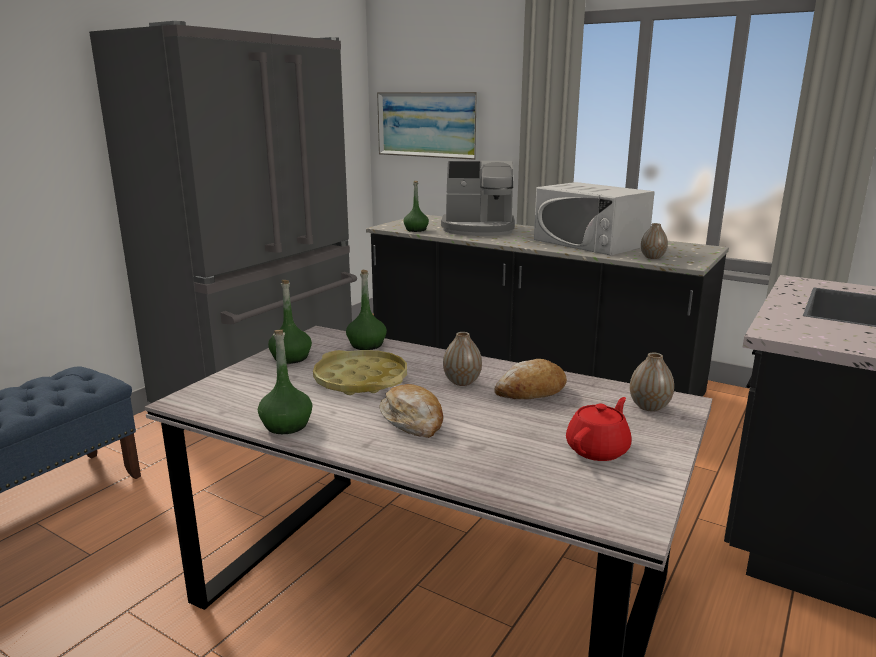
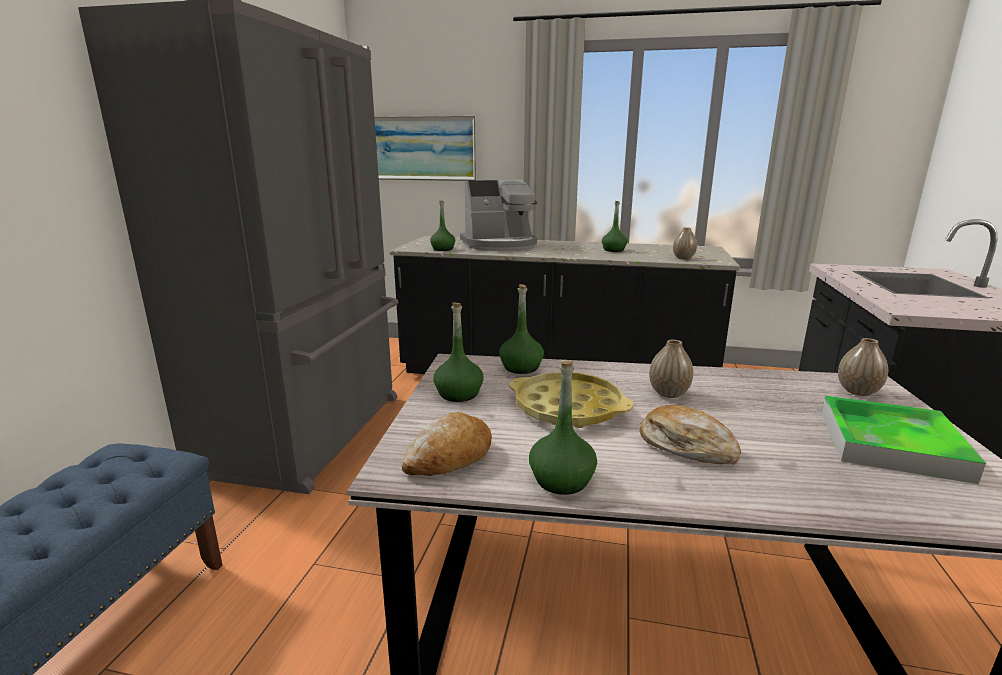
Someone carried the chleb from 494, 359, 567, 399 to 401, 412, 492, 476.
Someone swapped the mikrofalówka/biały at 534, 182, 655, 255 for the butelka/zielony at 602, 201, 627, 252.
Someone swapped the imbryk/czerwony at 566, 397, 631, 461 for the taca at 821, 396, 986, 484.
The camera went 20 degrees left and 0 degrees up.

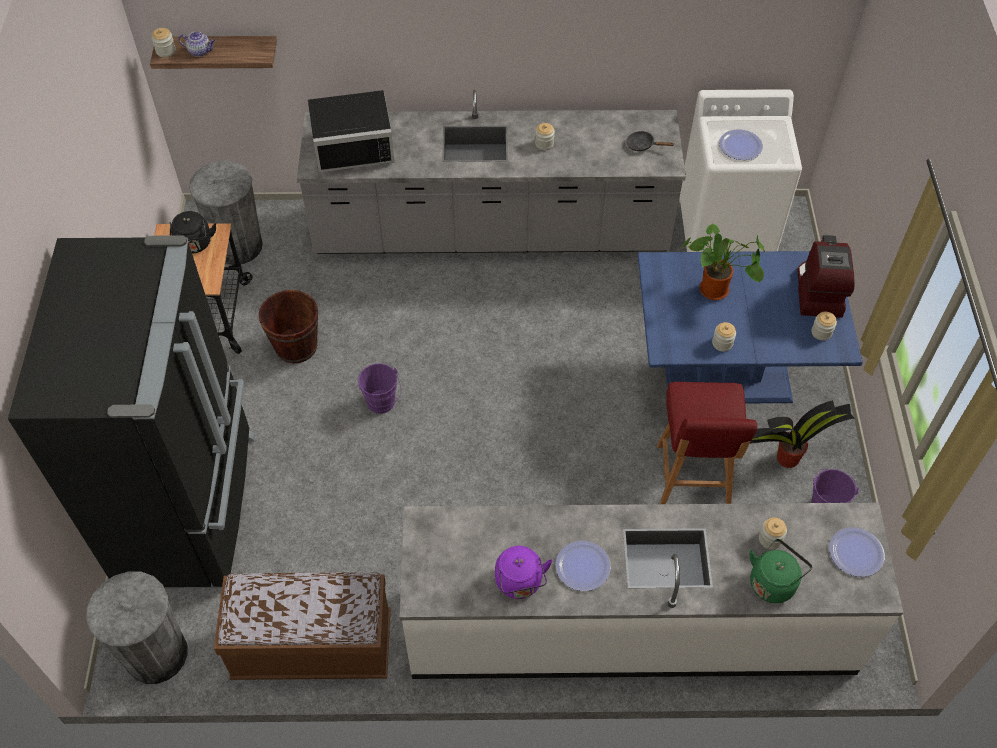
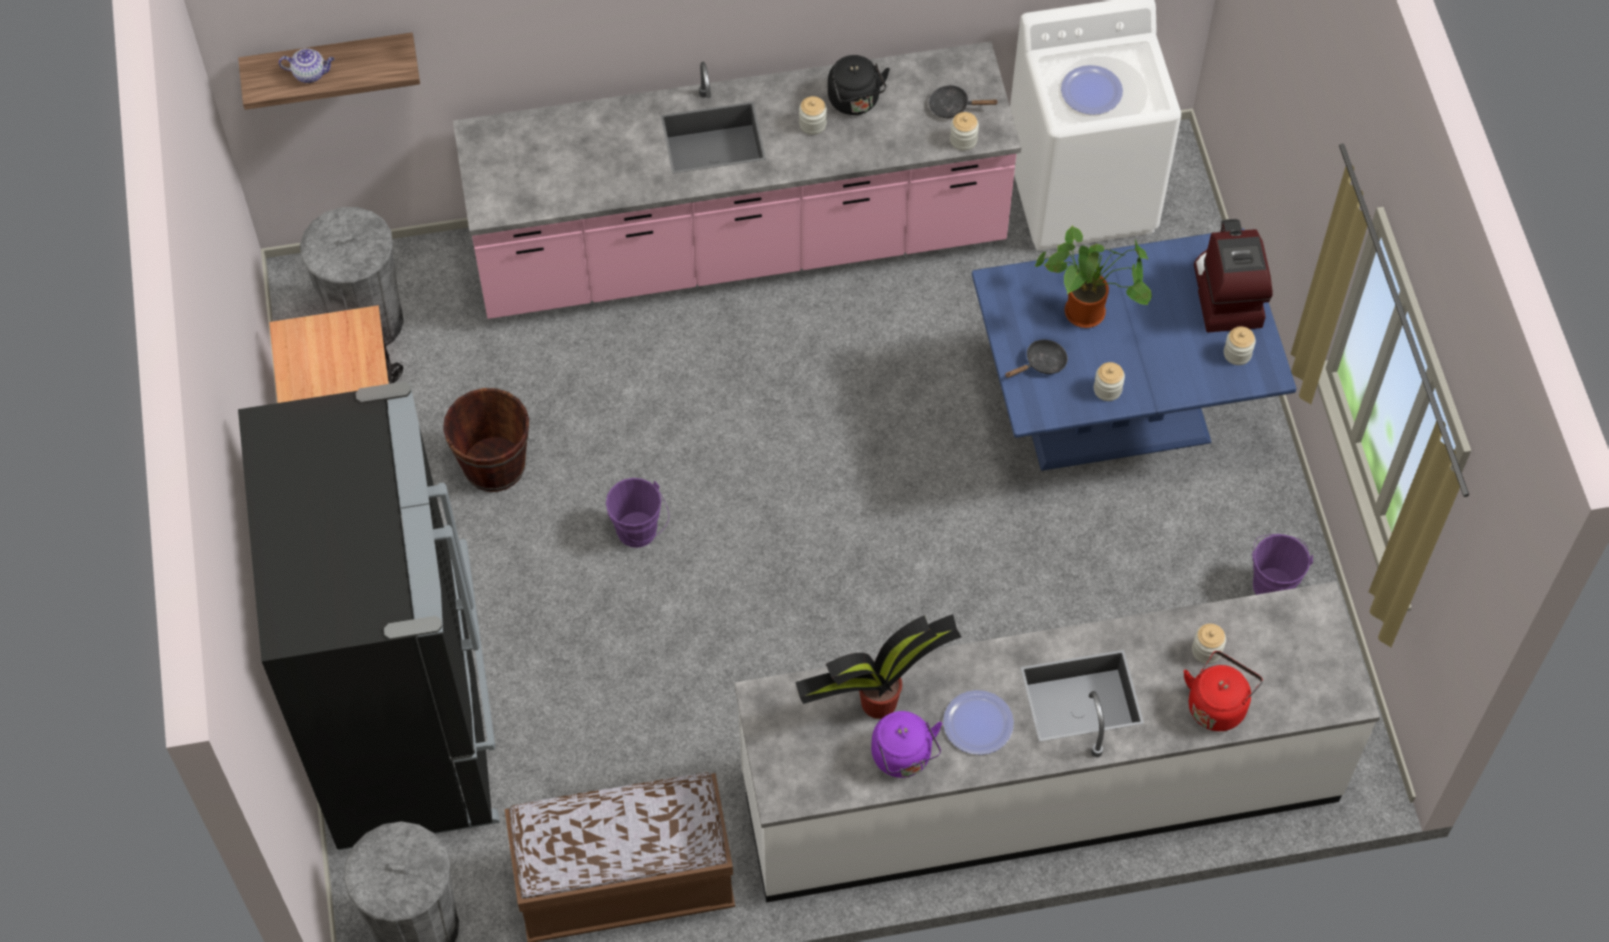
Someone repainted the zabudowa kuchenna/szary at 297, 90, 686, 254, which became the zabudowa kuchenna/różowy at 453, 41, 1021, 319.
Someone carried the roślina doniczkowa from 750, 400, 855, 468 to 795, 614, 961, 719.
Someone carried the czajnik/czarny from 170, 211, 216, 254 to 828, 55, 890, 115.
Someone carried the słoik from 152, 28, 176, 57 to 950, 112, 979, 151.
Someone put down the patelnia/czarny at 1005, 340, 1068, 378.
Someone repainted the czajnik/zielony at 749, 539, 812, 603, which became the czajnik/czerwony at 1183, 651, 1263, 731.
Someone took away the mikrofalówka/czarny at 308, 90, 395, 173.
Someone took away the krzesło/czerwony at 657, 382, 757, 504.
Someone took away the talerz at 829, 527, 885, 577.
The camera went 10 degrees left and 5 degrees up.

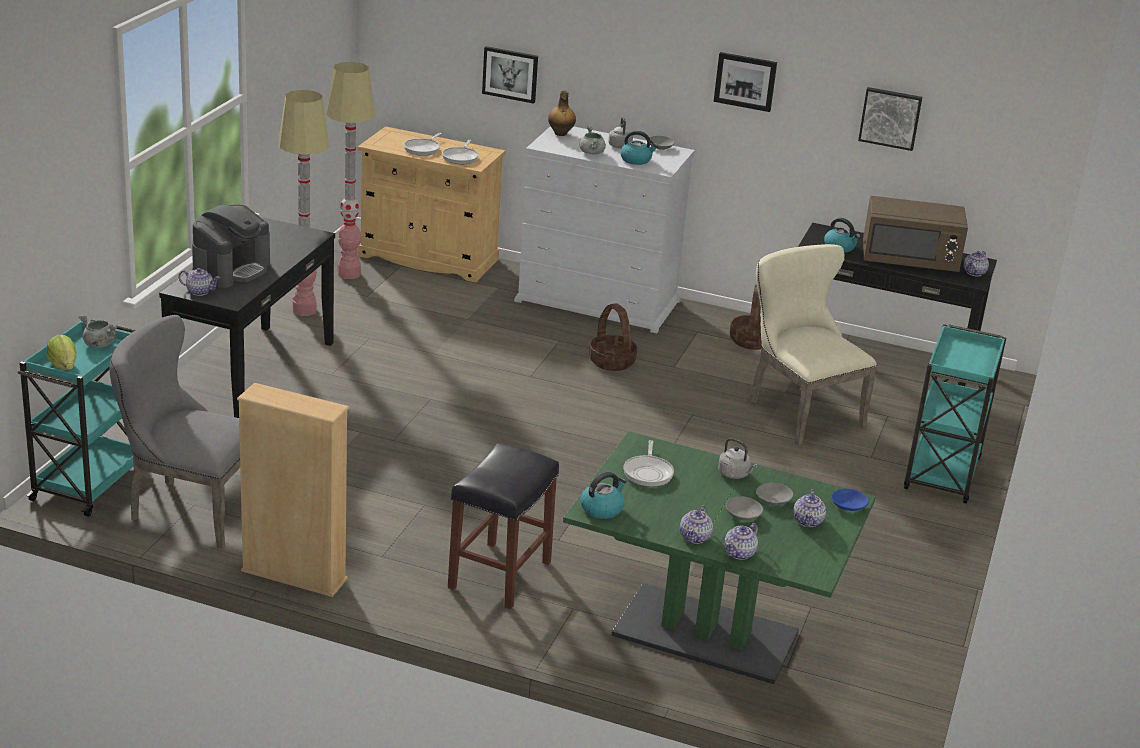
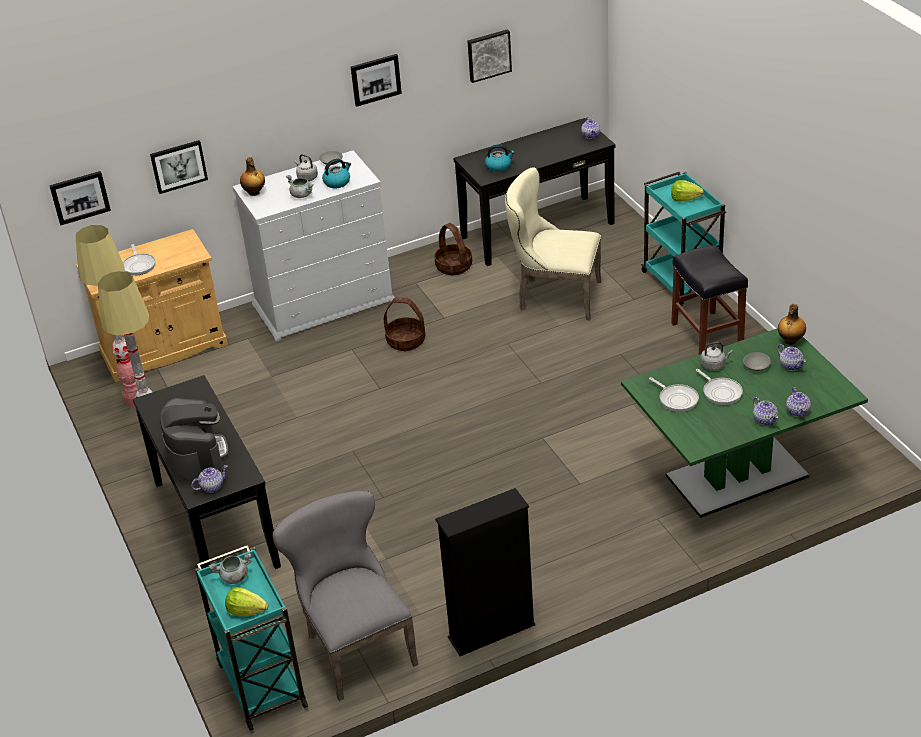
Someone put up the obraz at 49, 171, 111, 225.
Someone rotated the krzesło/szary at 109, 315, 240, 548 by 90 degrees clockwise.
Someone repainted the regał/beżowy at 237, 383, 350, 597, which became the regał/czarny at 435, 488, 535, 656.
Someone put down the sałata at 671, 180, 704, 201.
Someone carried the stołek/czarny from 448, 443, 559, 609 to 671, 245, 748, 355.
Someone carried the patelnia from 442, 140, 479, 164 to 696, 369, 743, 405.
Someone swapped the miska/niebieski at 831, 489, 869, 511 for the butelka at 778, 304, 806, 345.
Someone took away the czajnik at 580, 472, 626, 519.
Someone took away the miska/szary at 726, 496, 763, 521.
Someone took away the mikrofalówka/brązowy at 863, 196, 968, 272.
The camera went 40 degrees left and 10 degrees up.

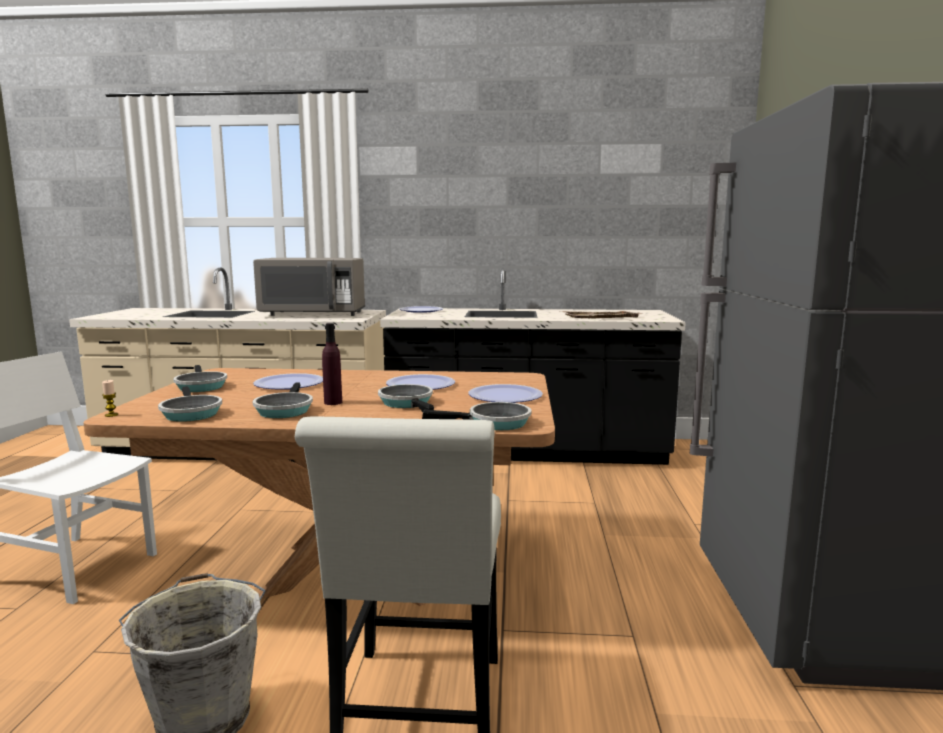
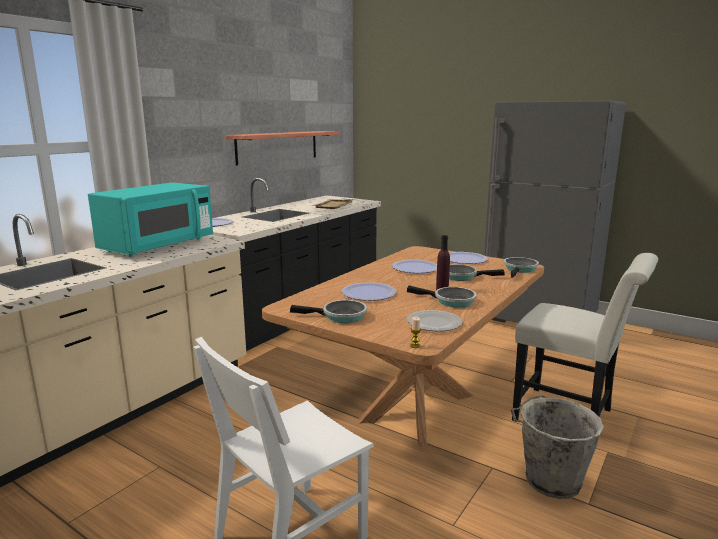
Someone repainted the mikrofalówka/szary at 253, 258, 365, 316, which became the mikrofalówka/turkusowy at 88, 183, 213, 257.
Someone put up the półka at 225, 131, 339, 166.
Someone swapped the patelnia at 158, 386, 222, 422 for the talerz at 407, 310, 462, 331.
The camera went 60 degrees left and 5 degrees up.

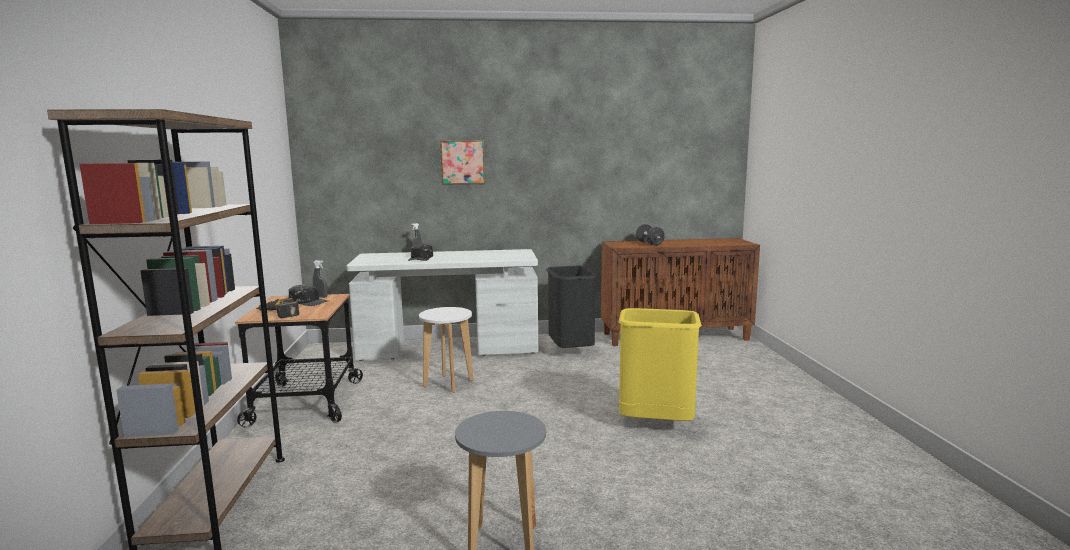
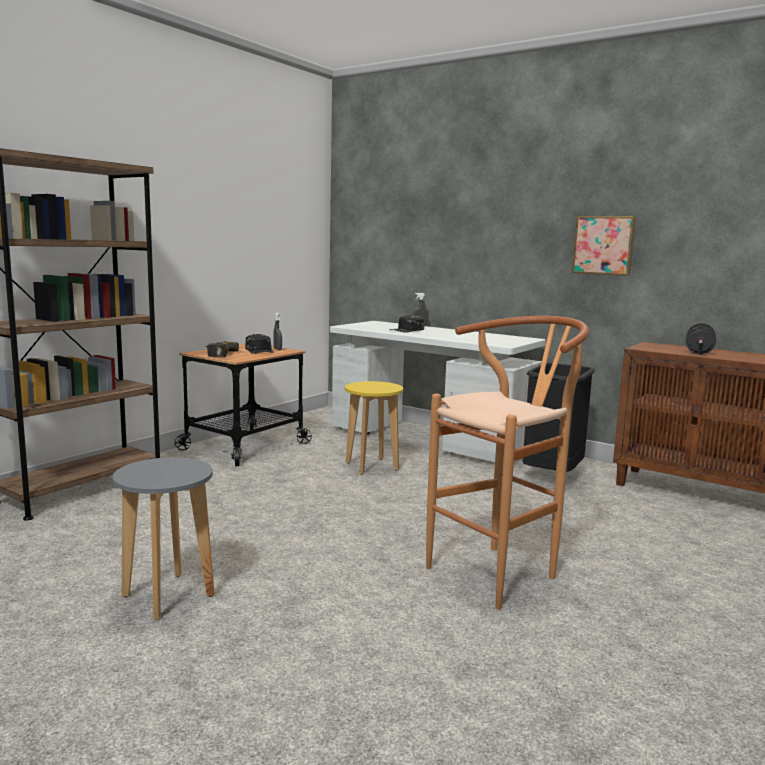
Someone repainted the stołek/biały at 419, 307, 473, 393, which became the stołek/żółty at 345, 381, 403, 475.
Someone swapped the kosz na śmieci/żółty at 618, 308, 702, 421 for the stołek/brązowy at 426, 316, 589, 610.
Someone carried the obraz from 440, 140, 485, 185 to 572, 216, 636, 276.
The camera went 40 degrees right and 0 degrees up.

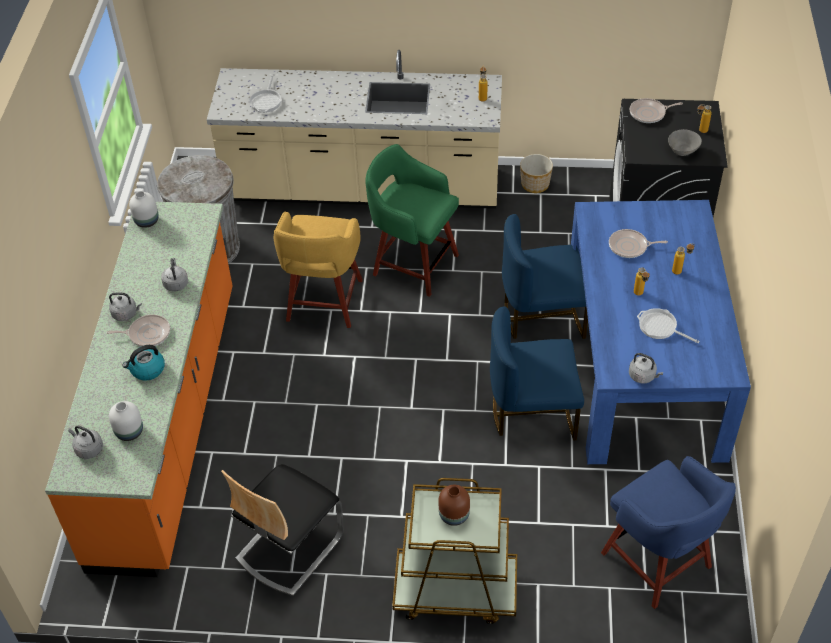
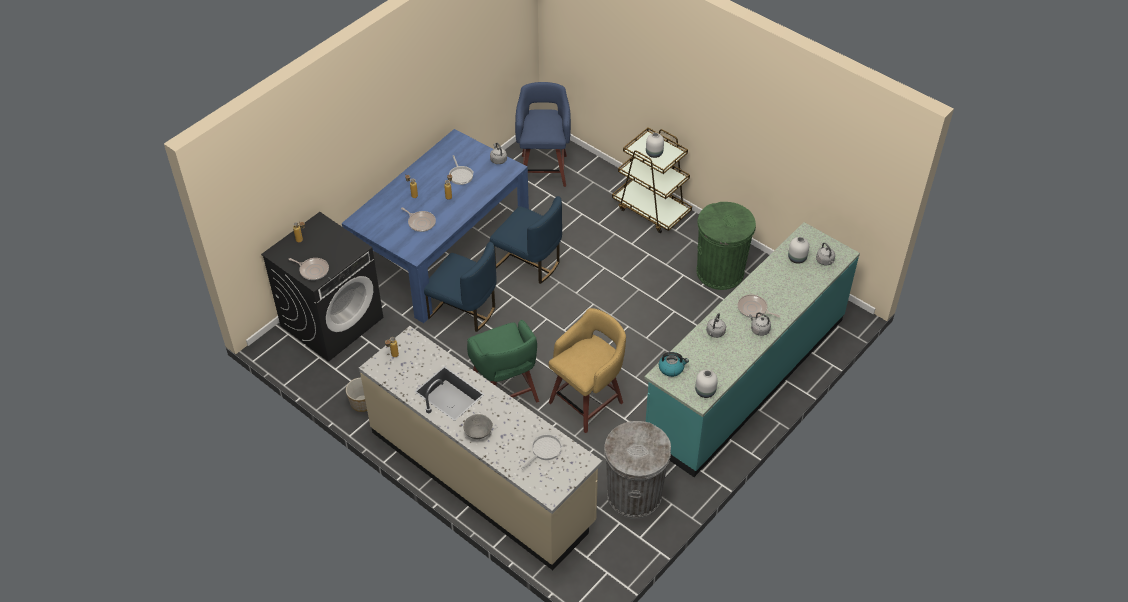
Someone carried the miska/szary from 668, 129, 702, 156 to 463, 414, 493, 439.
Someone repainted the zabudowa kuchenna/pomarańczowy at 45, 202, 233, 577, which became the zabudowa kuchenna/turkusowy at 644, 222, 860, 477.
Someone repainted the wazon/brązowy at 439, 485, 470, 526, which became the wazon/biały at 646, 133, 664, 158.
Someone carried the czajnik from 123, 345, 165, 381 to 659, 352, 689, 377.
Someone swapped the krzesło at 221, 464, 344, 596 for the kosz na śmieci/zielony at 696, 202, 756, 290.
The camera went 145 degrees left and 0 degrees up.

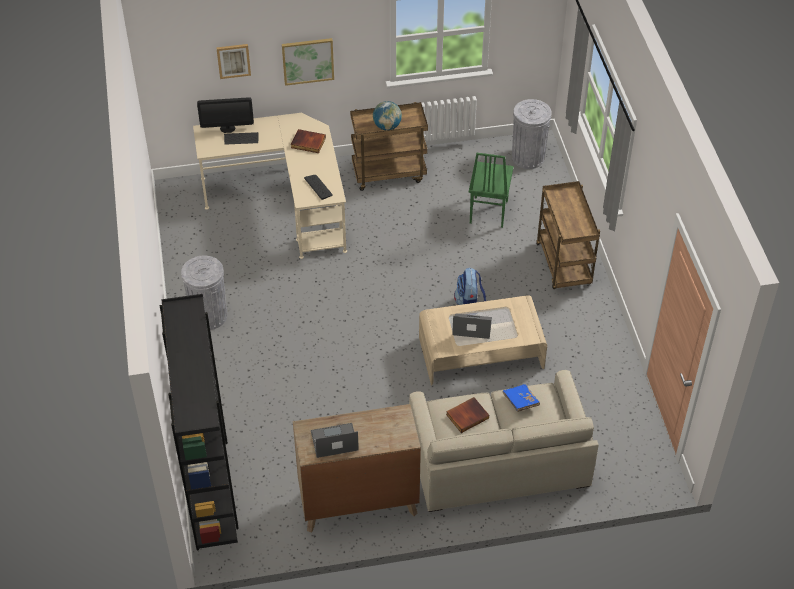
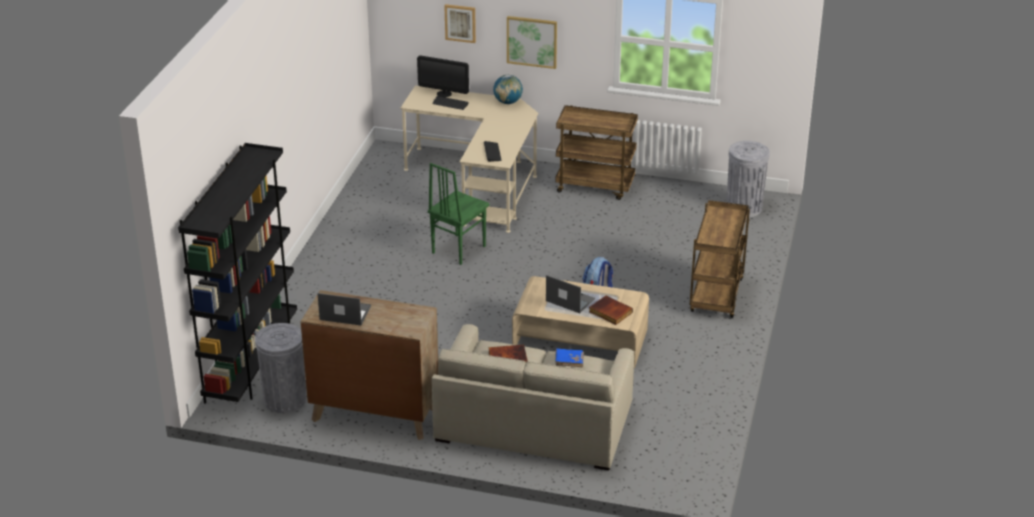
Someone carried the kosz na śmieci/szary from 181, 255, 227, 330 to 255, 323, 306, 413.
Someone carried the krzesło/zielony from 469, 153, 514, 228 to 428, 163, 489, 265.
Someone carried the globus from 373, 101, 402, 130 to 493, 75, 523, 104.
Someone carried the książka from 291, 129, 326, 153 to 589, 296, 633, 325.
The camera went 25 degrees right and 15 degrees down.

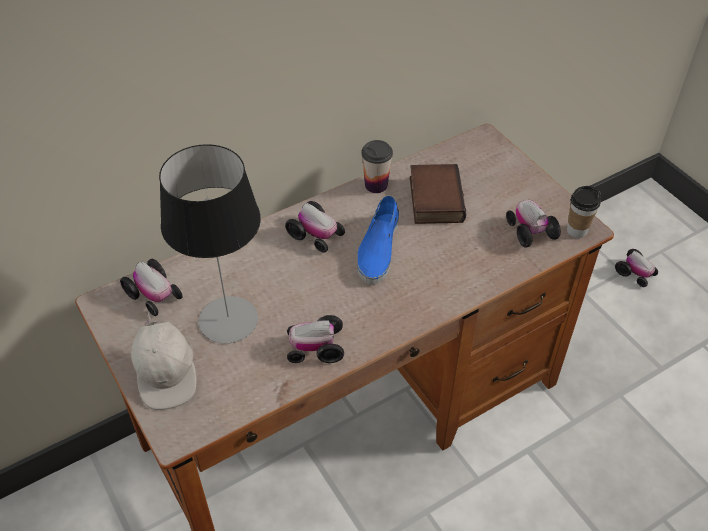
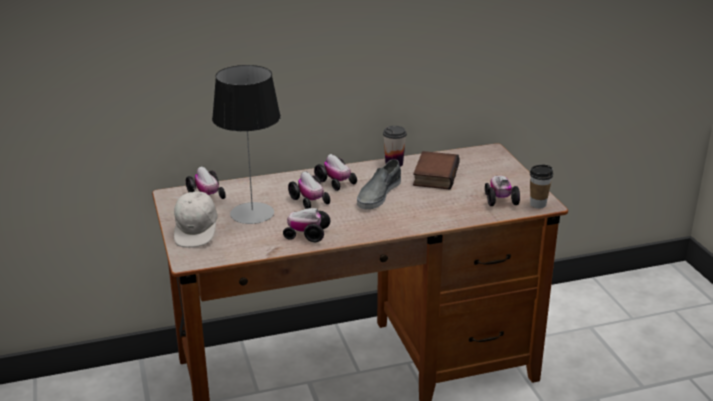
Someone carried the samochodzik from 615, 249, 658, 287 to 288, 171, 330, 209.
Someone repainted the but/niebieski at 357, 195, 399, 284, which became the but/szary at 357, 159, 401, 209.
The camera went 15 degrees right and 20 degrees down.

